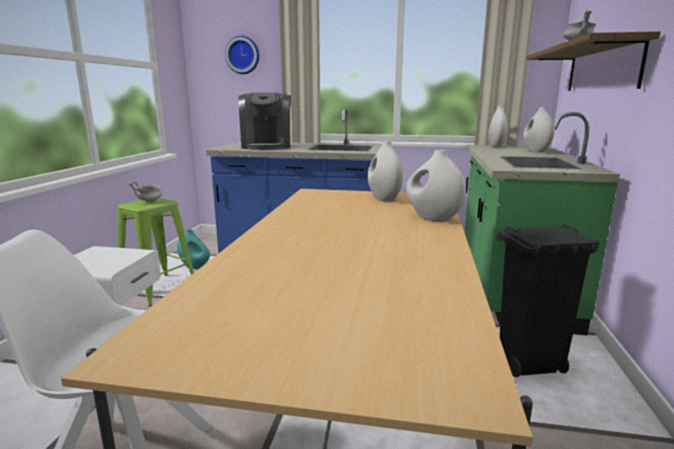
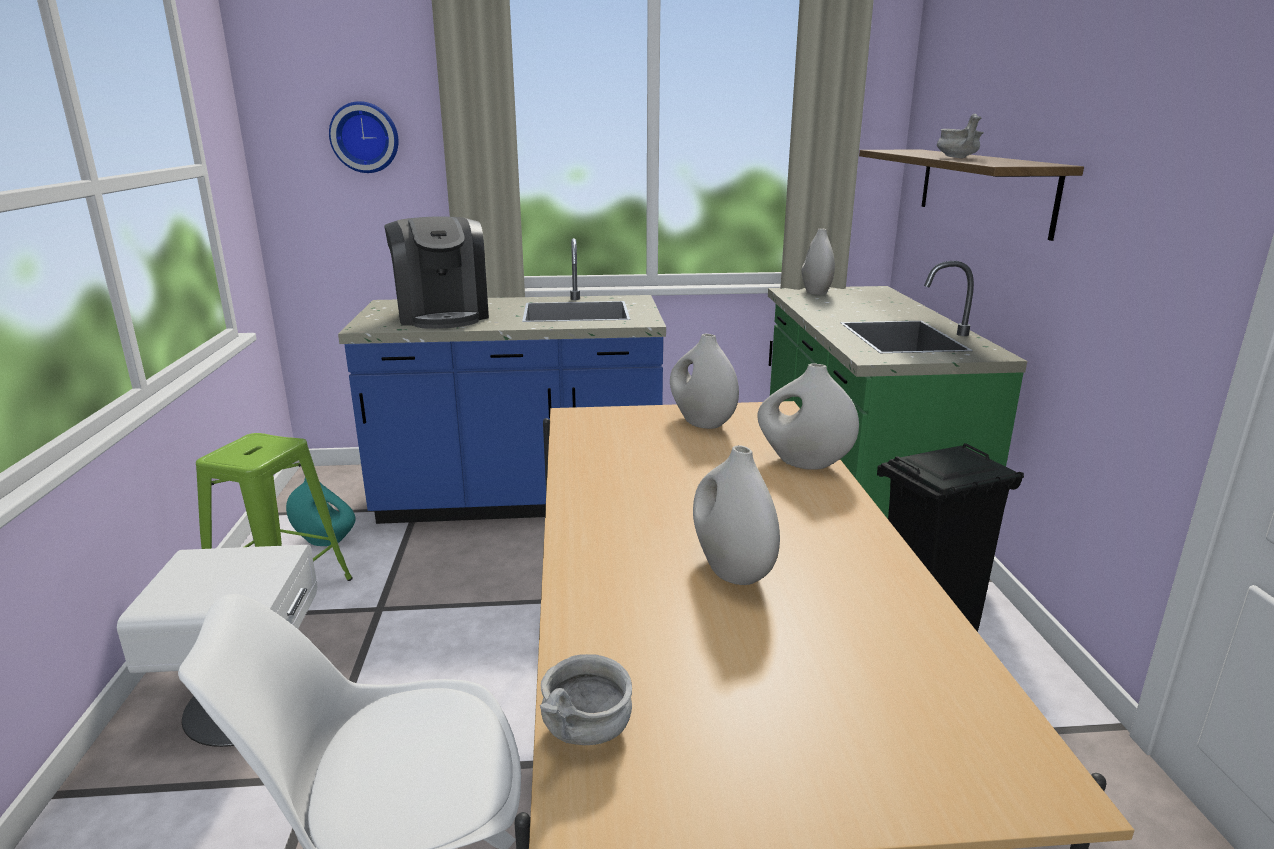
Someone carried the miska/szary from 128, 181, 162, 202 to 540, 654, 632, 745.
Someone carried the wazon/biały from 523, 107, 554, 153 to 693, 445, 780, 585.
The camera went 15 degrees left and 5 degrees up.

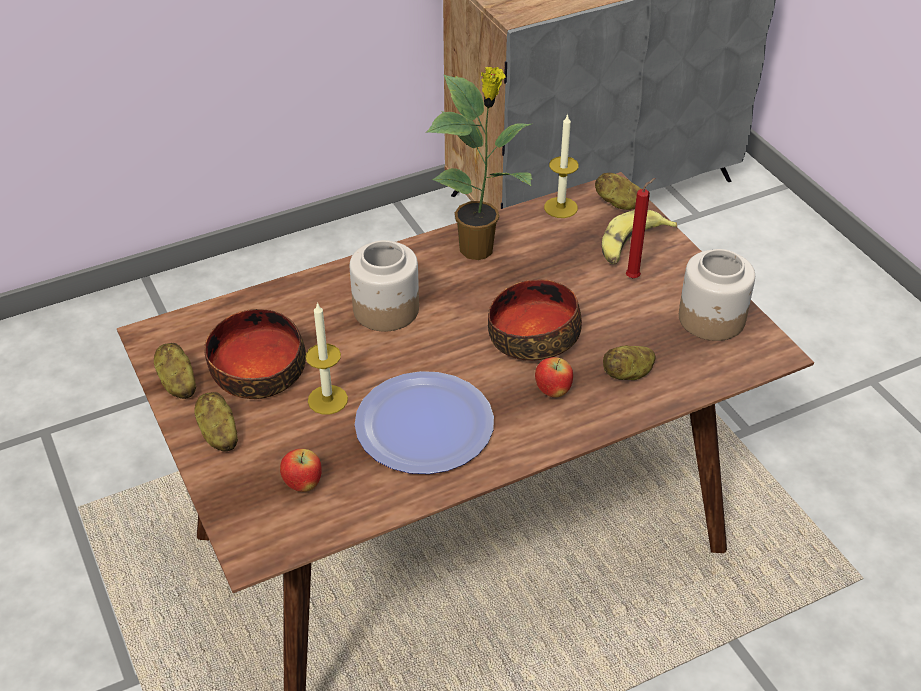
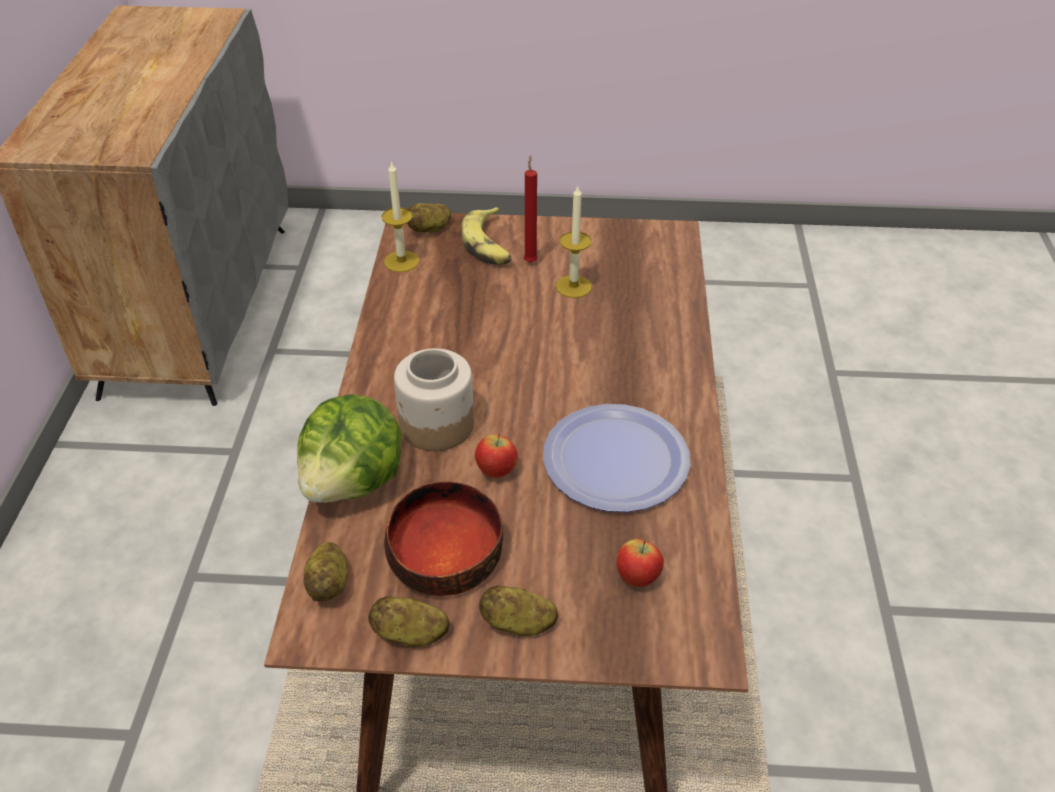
Someone put down the sałata at 297, 394, 402, 503.
Someone carried the ziemniak from 603, 345, 655, 380 to 304, 542, 348, 602.
Someone carried the jabłko from 535, 357, 573, 397 to 475, 434, 518, 478.
Someone carried the świeca from 305, 302, 348, 415 to 556, 186, 592, 298.
Someone took away the roślina doniczkowa at 427, 67, 532, 260.
Someone took away the miska at 488, 279, 582, 361.
Someone took away the słoik at 679, 249, 755, 341.
The camera went 60 degrees left and 0 degrees up.

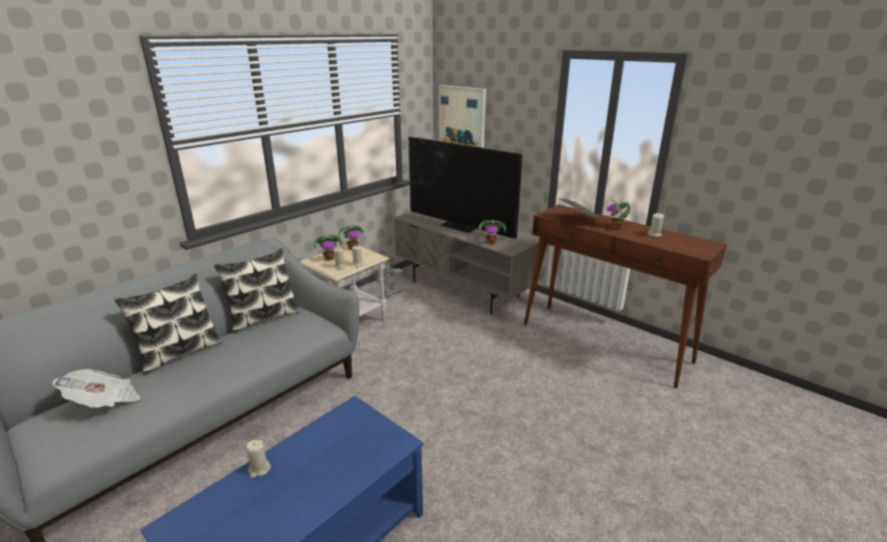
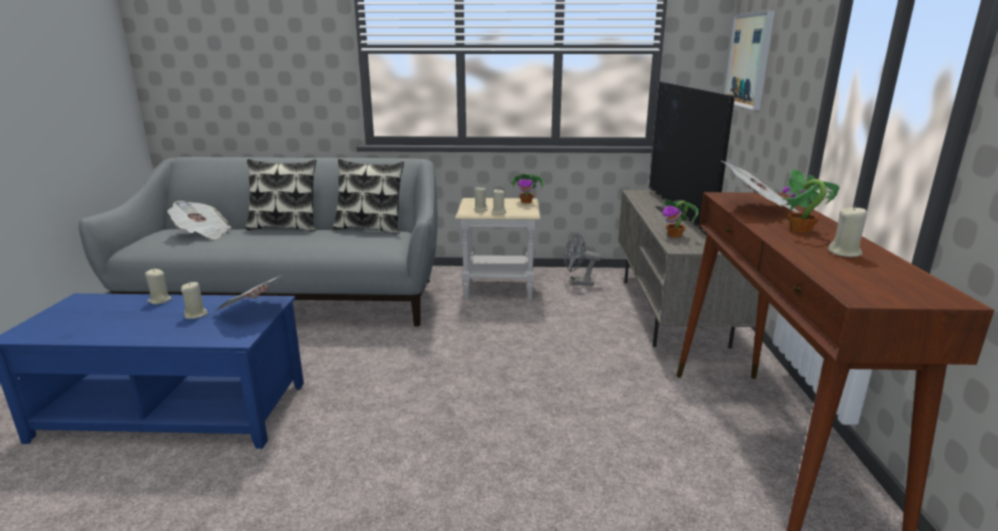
Someone put down the świeca/beżowy at 181, 282, 208, 319.
Someone put down the gazeta at 215, 273, 290, 311.
Someone took away the roślina doniczkowa at 312, 235, 344, 261.
The camera went 50 degrees right and 5 degrees down.

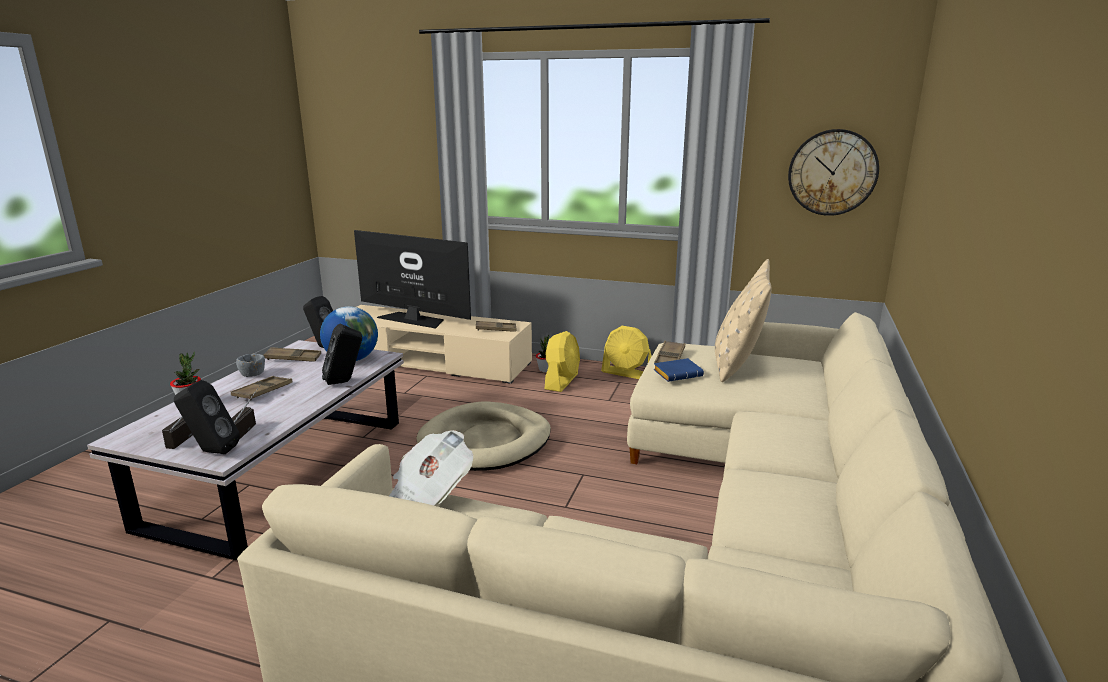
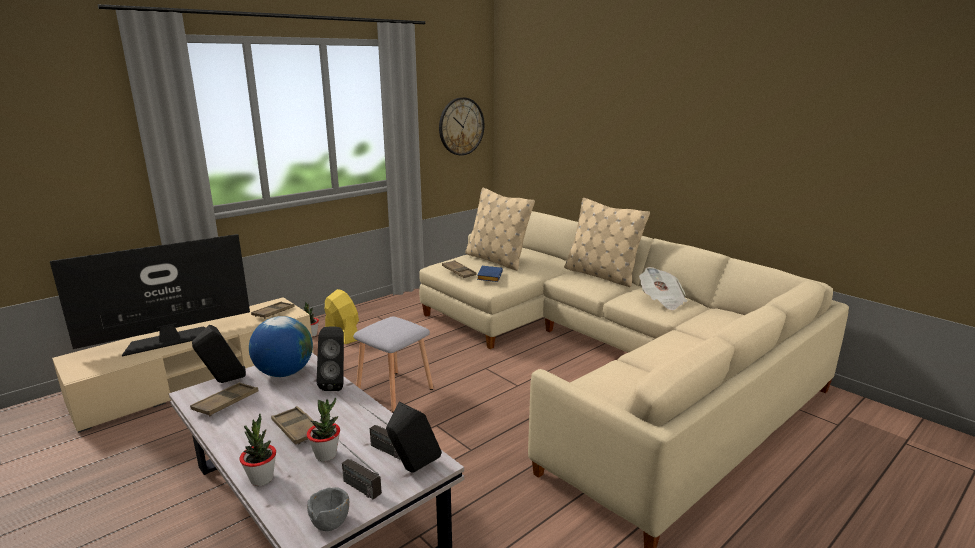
Someone put down the roślina doniczkowa at 307, 398, 340, 461.
Someone carried the miska/szary from 236, 353, 265, 377 to 307, 487, 349, 531.
Someone swapped the legowisko/beżowy at 416, 401, 551, 471 for the stołek/szary at 353, 316, 433, 413.
Someone put down the poduszka/beżowy at 564, 198, 650, 287.
Someone carried the gazeta from 389, 430, 473, 506 to 639, 267, 688, 310.
Someone took away the wentylator/żółty at 601, 326, 652, 379.
The camera went 60 degrees left and 0 degrees up.

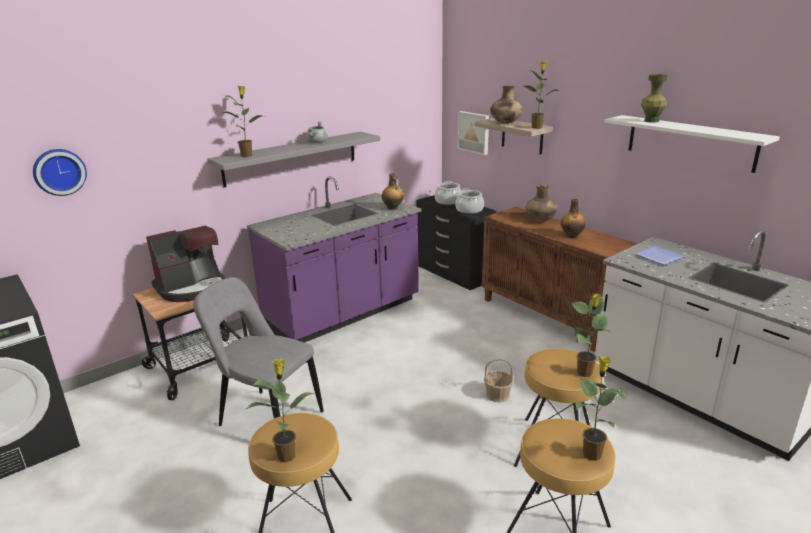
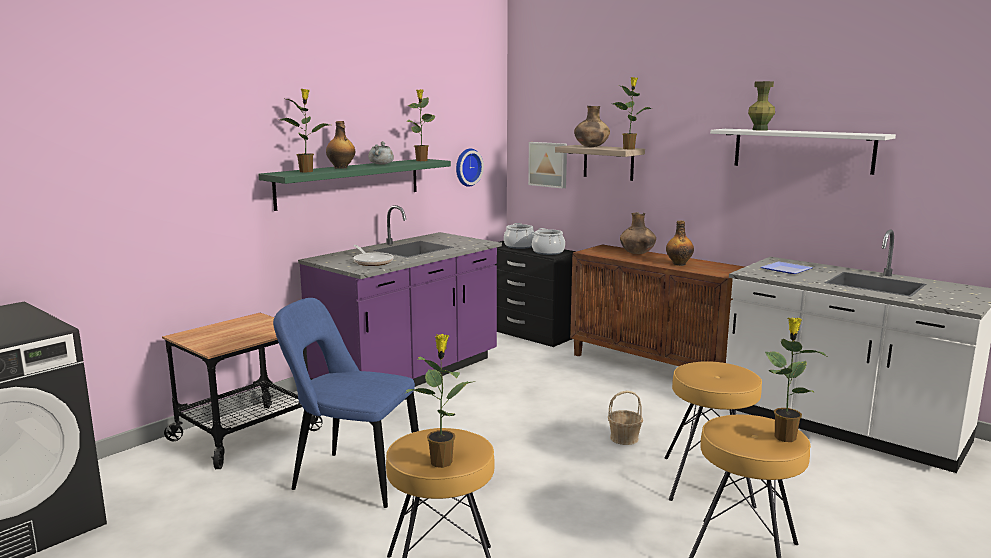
Someone repainted the półka/szary at 207, 131, 380, 187, which became the półka/zielony at 258, 159, 451, 211.
Someone repainted the krzesło/szary at 193, 277, 324, 426, which became the krzesło/niebieski at 273, 298, 419, 508.
Someone carried the butelka from 382, 173, 404, 210 to 326, 121, 355, 169.
Someone put down the patelnia at 353, 245, 393, 266.
Someone carried the roślina doniczkowa from 571, 293, 612, 377 to 406, 89, 435, 161.
Someone carried the zegar ścienny from 33, 149, 87, 196 to 456, 148, 484, 187.
Someone took away the ekspres do kawy at 146, 226, 225, 302.
The camera went 10 degrees left and 10 degrees down.

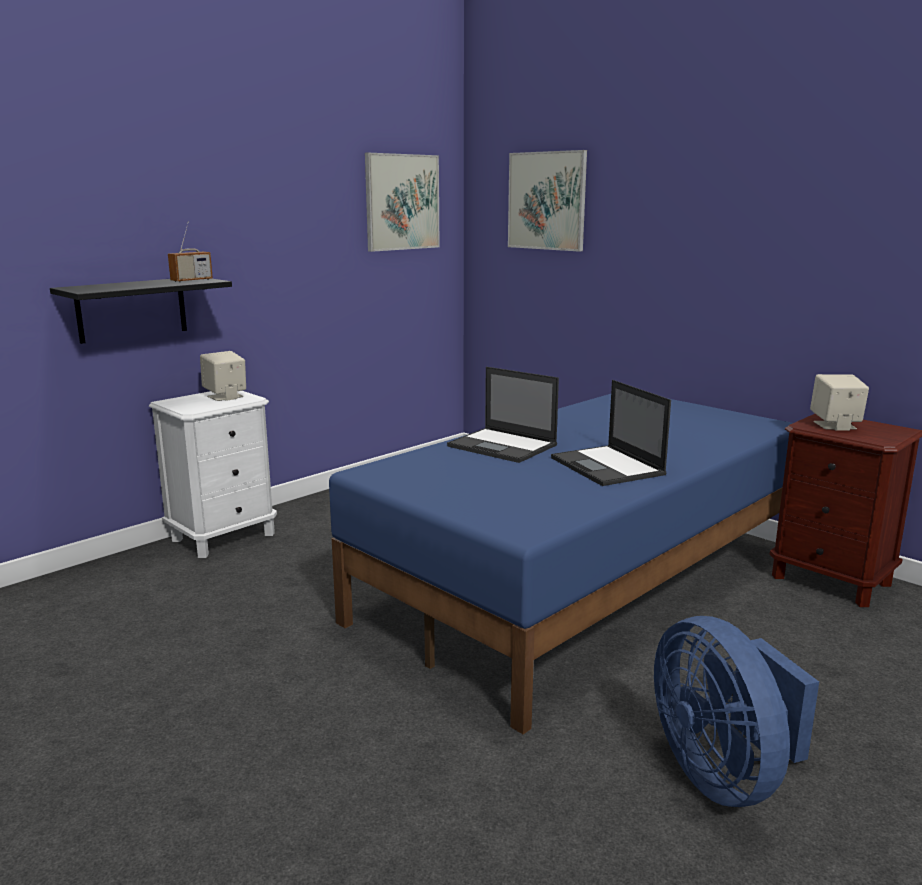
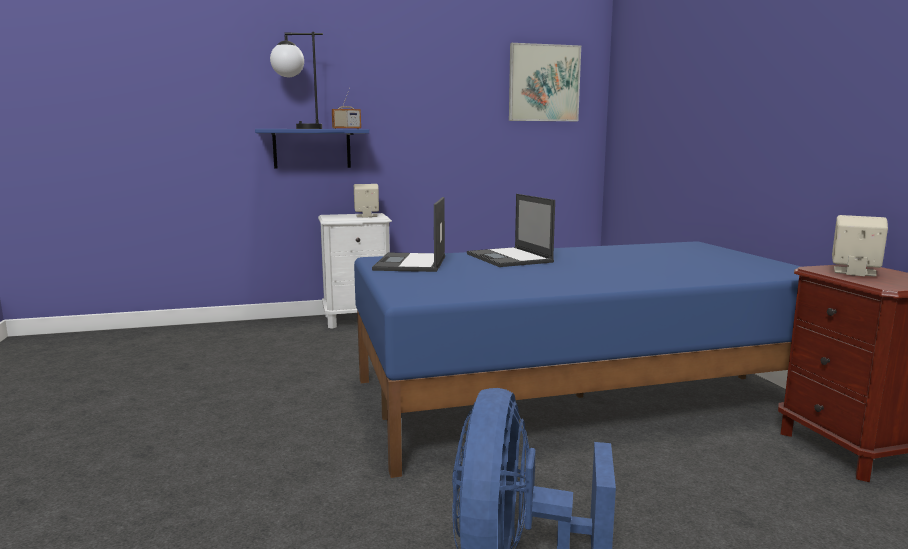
Someone repainted the półka/czarny at 50, 278, 232, 344, which became the półka/niebieski at 255, 129, 369, 169.
Someone put down the lampa stołowa at 270, 32, 323, 129.
Someone carried the laptop from 551, 380, 671, 486 to 372, 197, 445, 272.
Someone took away the obraz at 508, 150, 587, 252.
The camera went 30 degrees right and 5 degrees down.

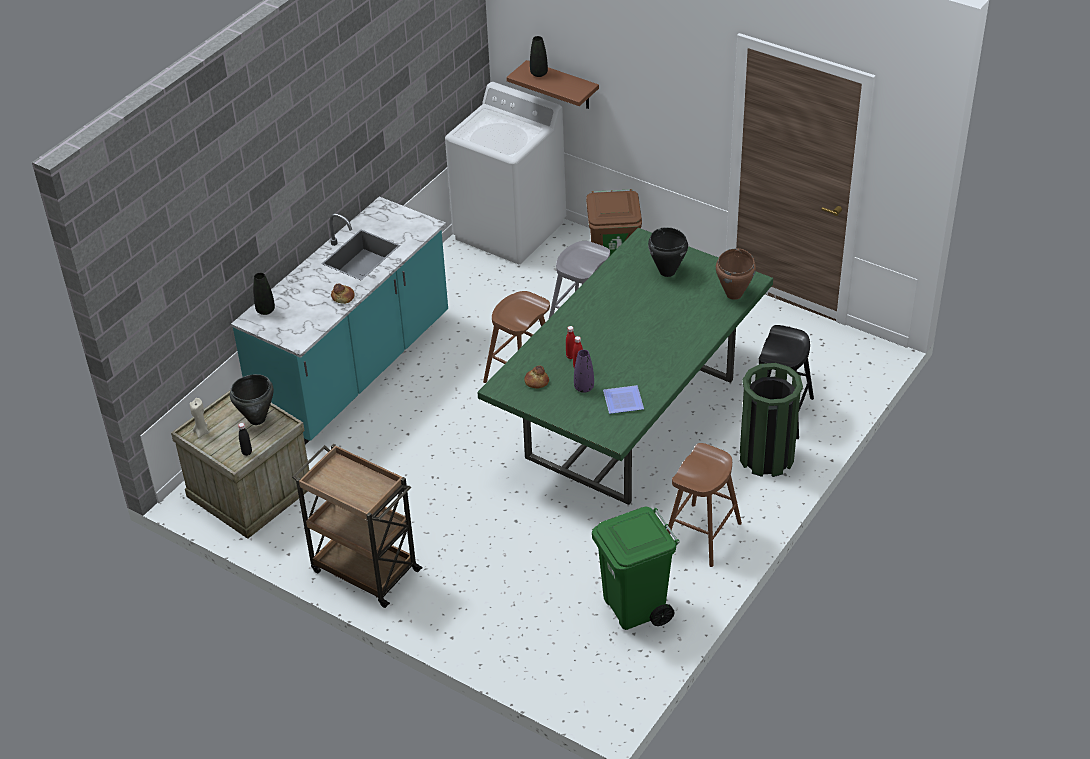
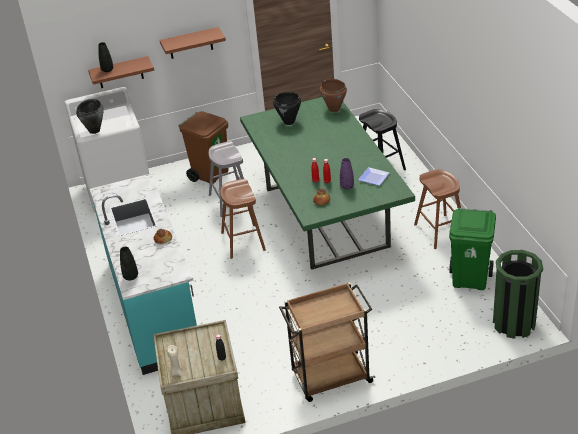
Someone carried the garnek/czarny from 230, 374, 274, 425 to 76, 99, 104, 134.
Someone put up the półka/brązowy at 160, 27, 226, 59.
Someone carried the kosz na śmieci/zielony from 740, 363, 803, 477 to 493, 250, 543, 339.
The camera went 50 degrees left and 5 degrees down.

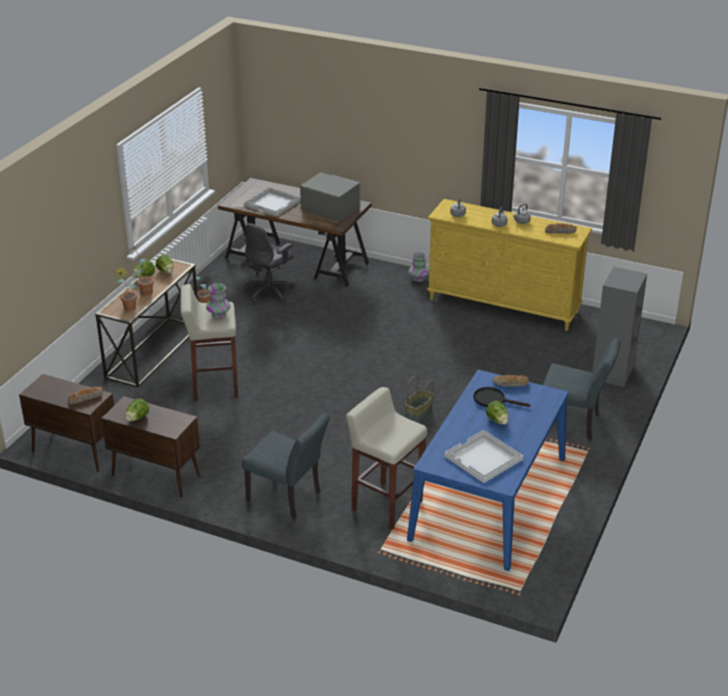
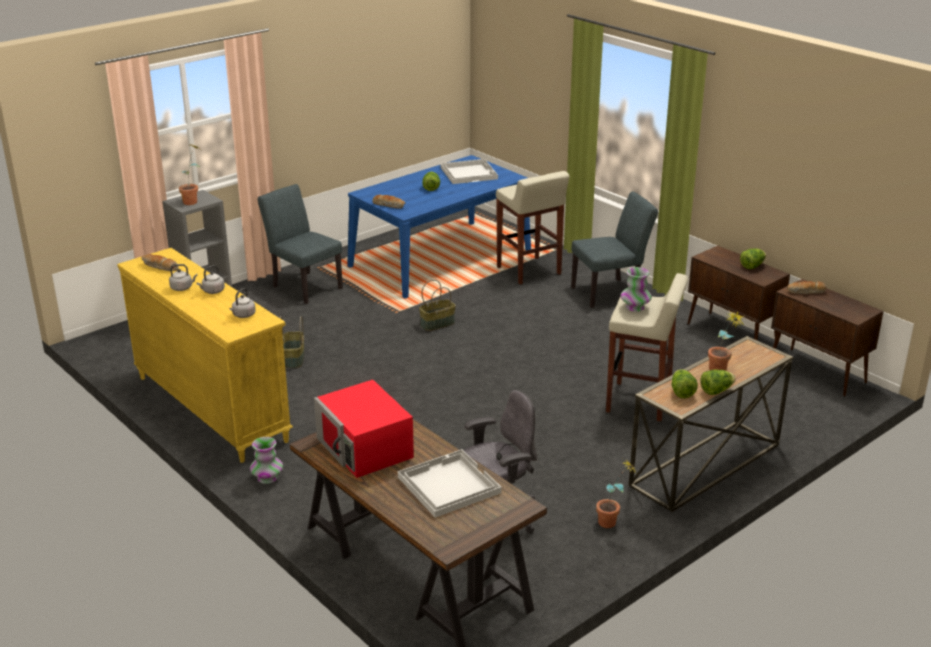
Someone carried the roślina doniczkowa from 113, 266, 137, 311 to 179, 145, 201, 205.
Someone put down the koszyk at 280, 316, 304, 368.
Someone repainted the mikrofalówka/szary at 300, 172, 360, 222, which became the mikrofalówka/czerwony at 314, 380, 414, 478.
Someone rotated the krzesło/szary at 242, 413, 330, 519 by 105 degrees clockwise.
Someone took away the patelnia/czarny at 473, 387, 531, 407.
The camera went 155 degrees left and 5 degrees down.

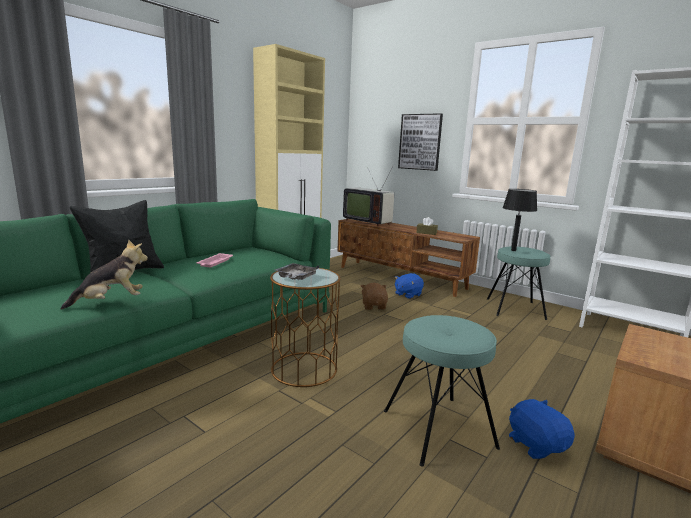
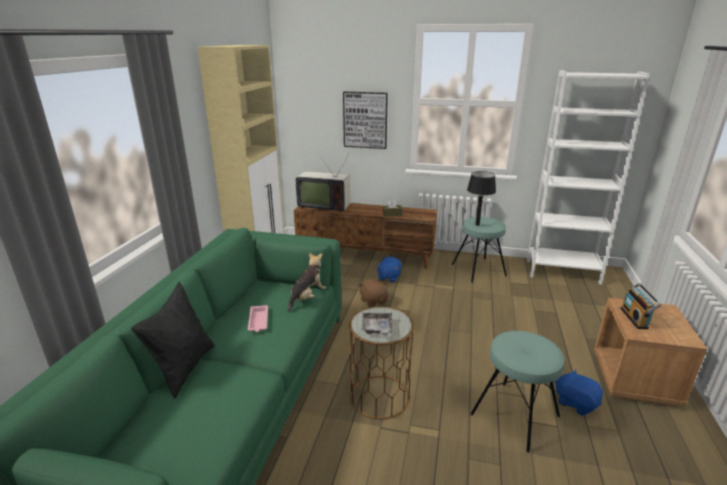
Someone carried the pluszak from 61, 239, 148, 310 to 288, 252, 326, 312.
Someone put down the radio at 620, 283, 661, 329.
The camera went 25 degrees left and 10 degrees up.

